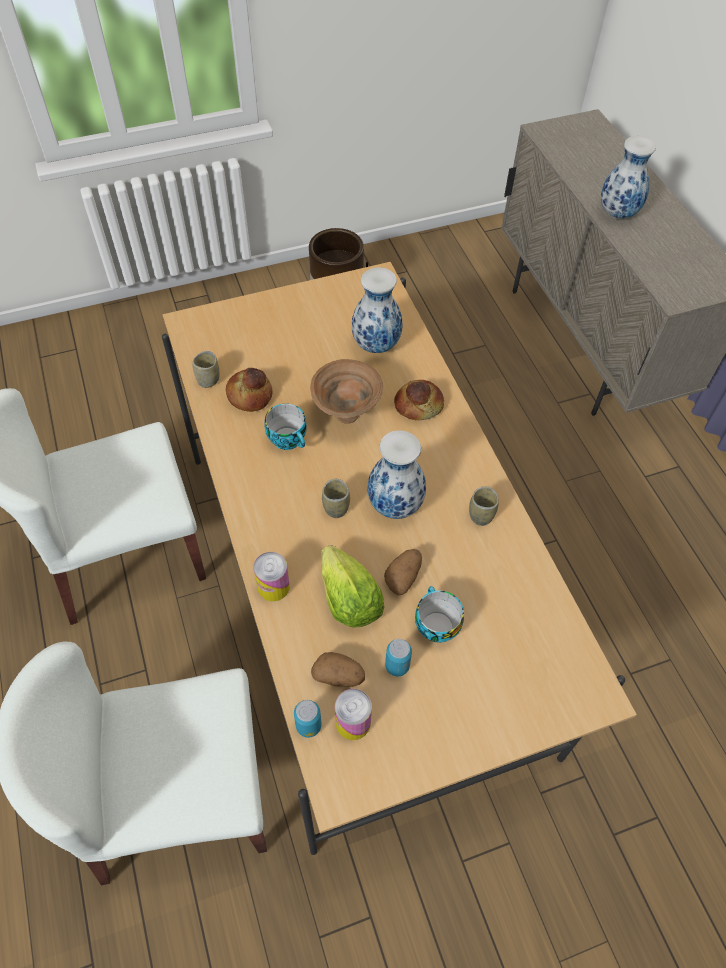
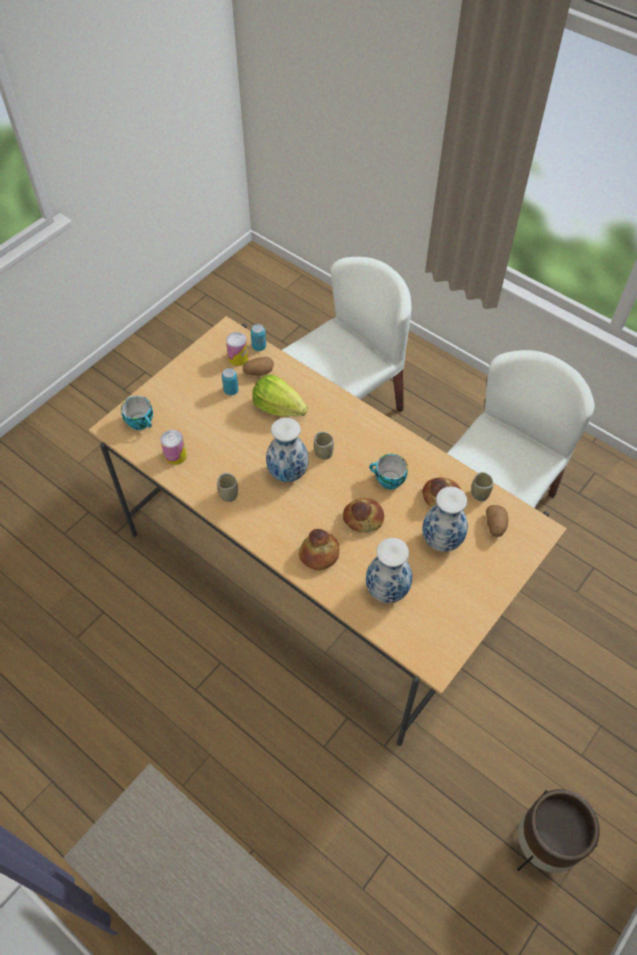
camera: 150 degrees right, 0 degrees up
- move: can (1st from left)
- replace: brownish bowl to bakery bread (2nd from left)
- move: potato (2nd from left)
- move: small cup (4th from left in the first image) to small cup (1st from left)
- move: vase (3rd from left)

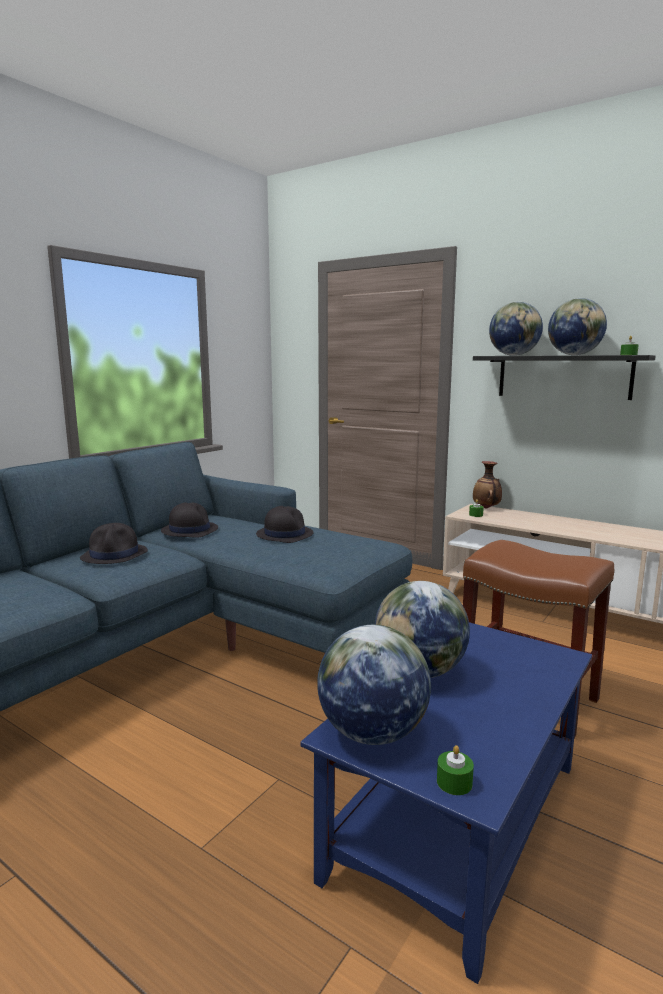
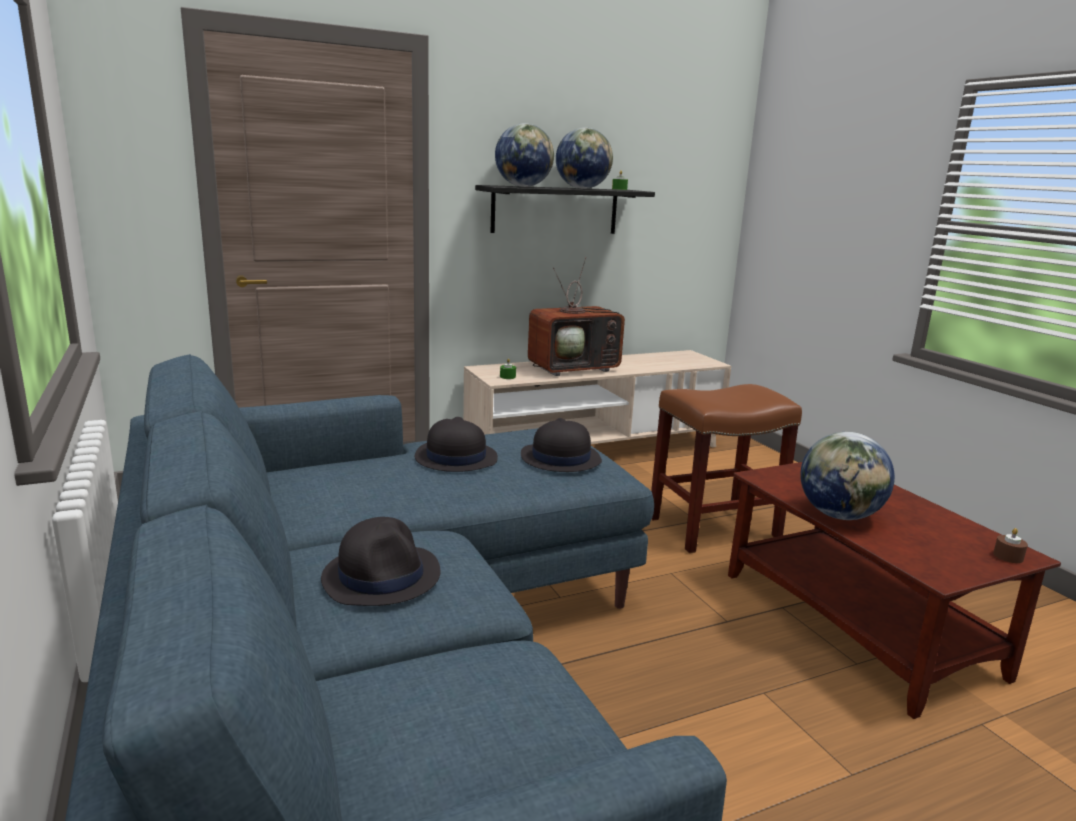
camera: 60 degrees left, 5 degrees up
- move: blackish clothing hat (2nd from left in the first image) to blackish clothing hat (3rd from left)
- recolor: bluish coffee table to brownish coffee table
- delete: globe (1st from left)
- recolor: greenish candle (1st from left) to brownish candle
- delete: vase
- insert: TV set

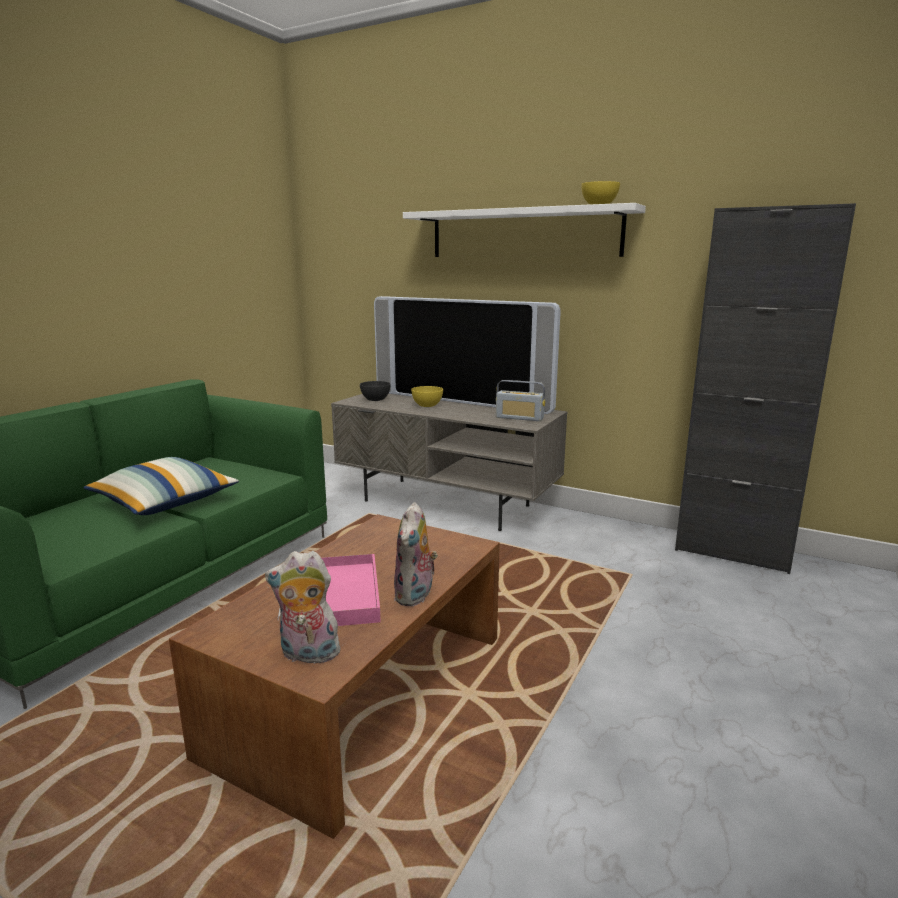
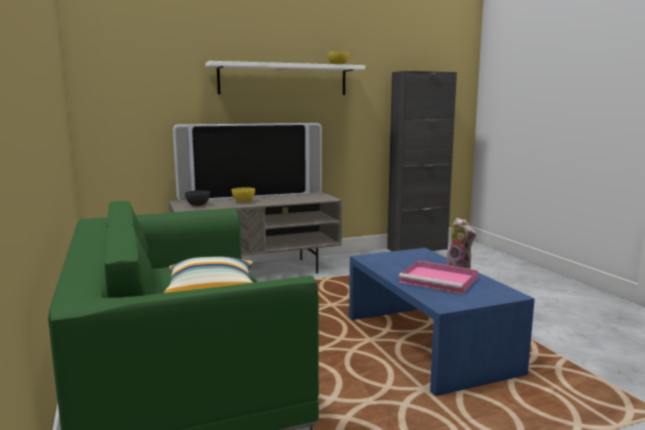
camera: 50 degrees left, 5 degrees down
- recolor: brownish coffee table to bluish coffee table
- delete: soft toy (1st from left)
- delete: radio

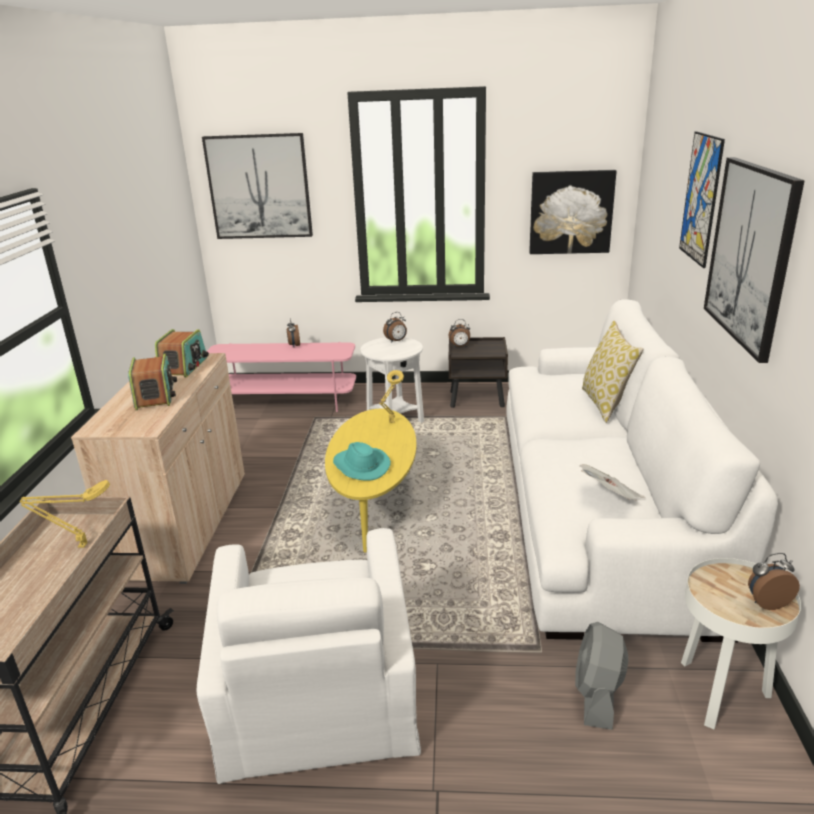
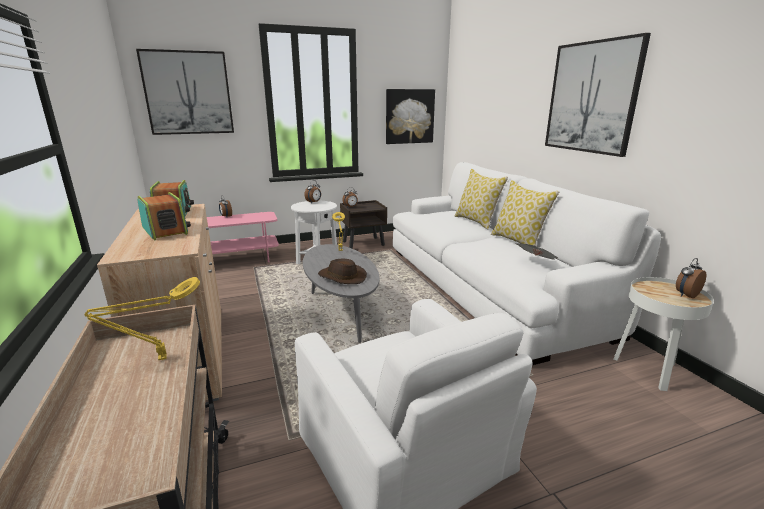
camera: 25 degrees left, 5 degrees down
- recolor: yellow-coloured coffee table to greyish coffee table
- recolor: turquoise clothing hat to brownish clothing hat
- delete: greyish fan
- delete: picture (3rd from left)
- insert: cushion (2nd from left)

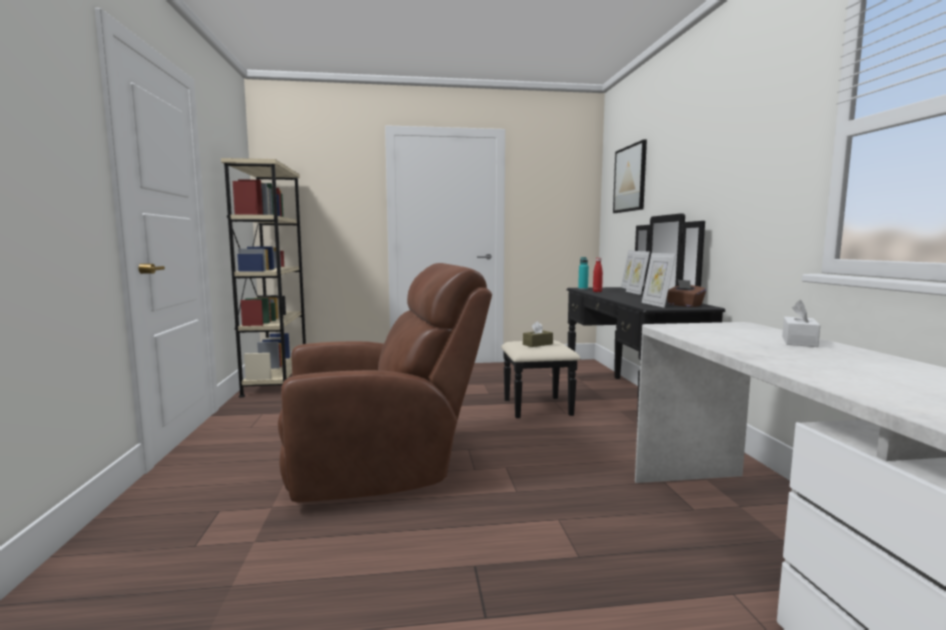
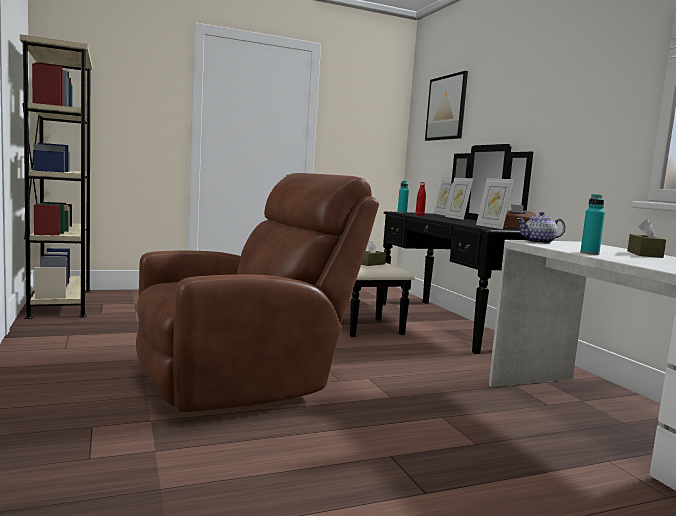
camera: 15 degrees left, 0 degrees up
- recolor: whitish tissue box to brownish tissue box (3rd from left)
- insert: teapot
- insert: turquoise bottle (2nd from left)

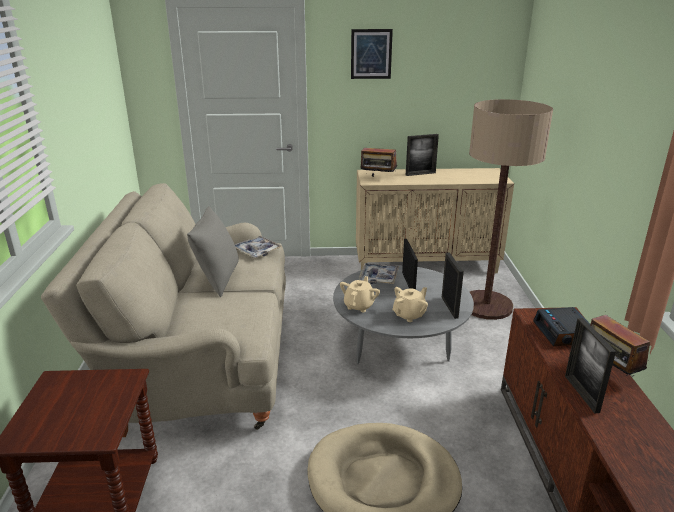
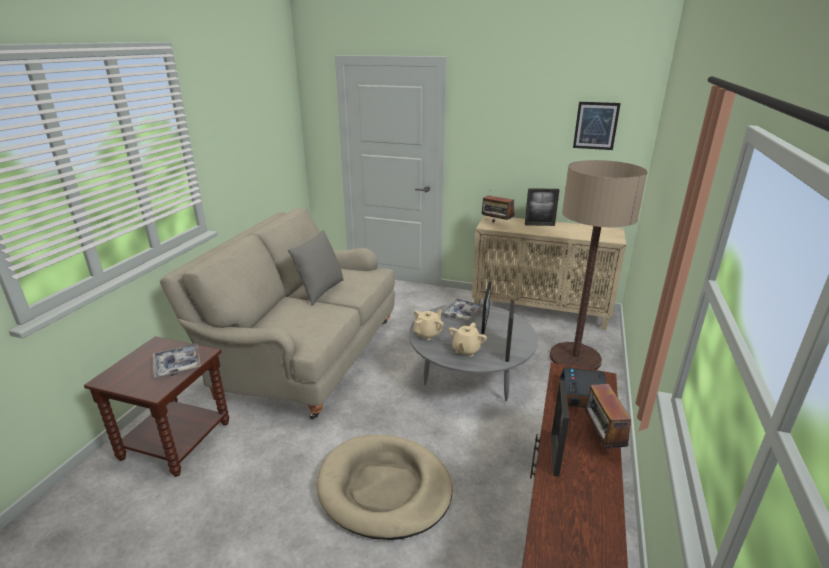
camera: 20 degrees right, 0 degrees up
- move: carrying tray (1st from left)
- move: picture
- rotate: beige teapot (2nd from left) 135 degrees clockwise

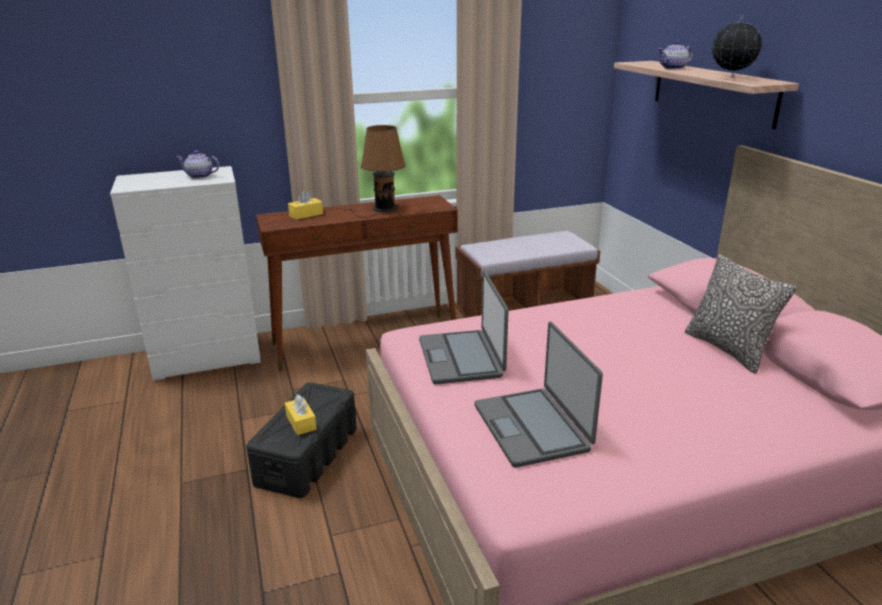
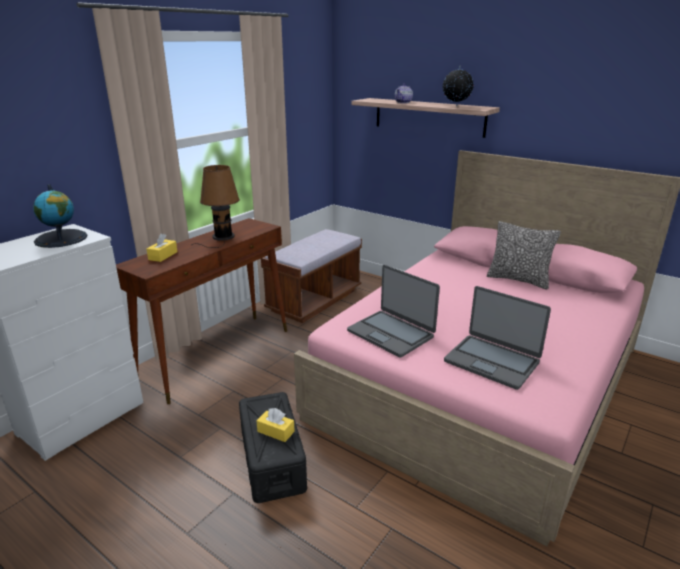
camera: 35 degrees left, 0 degrees up
- replace: teapot (1st from left) to globe (1st from left)

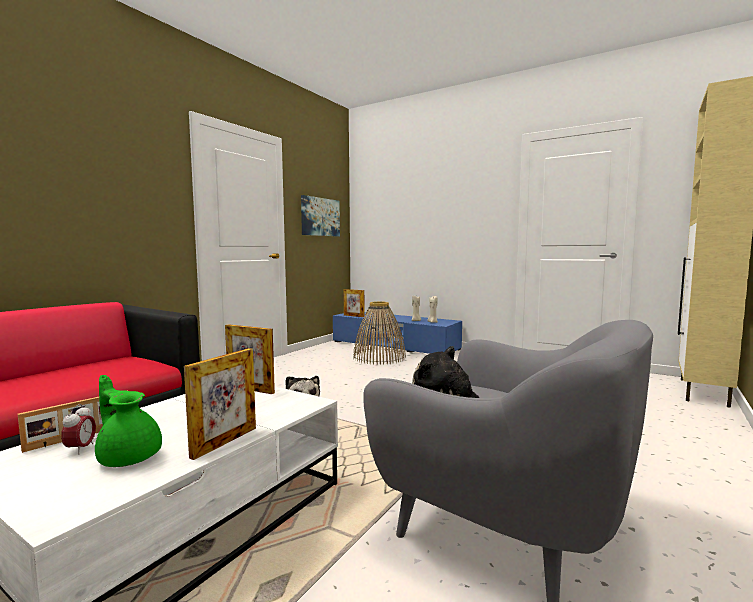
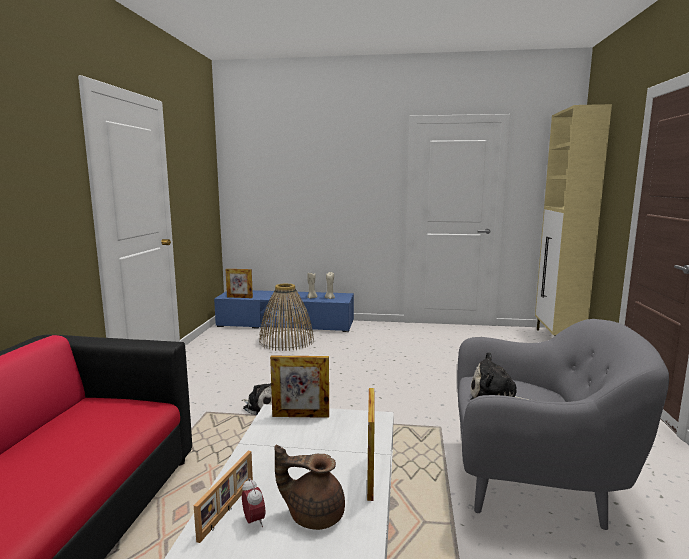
camera: 25 degrees left, 5 degrees up
- recolor: greenish teapot to brownish teapot
- delete: picture

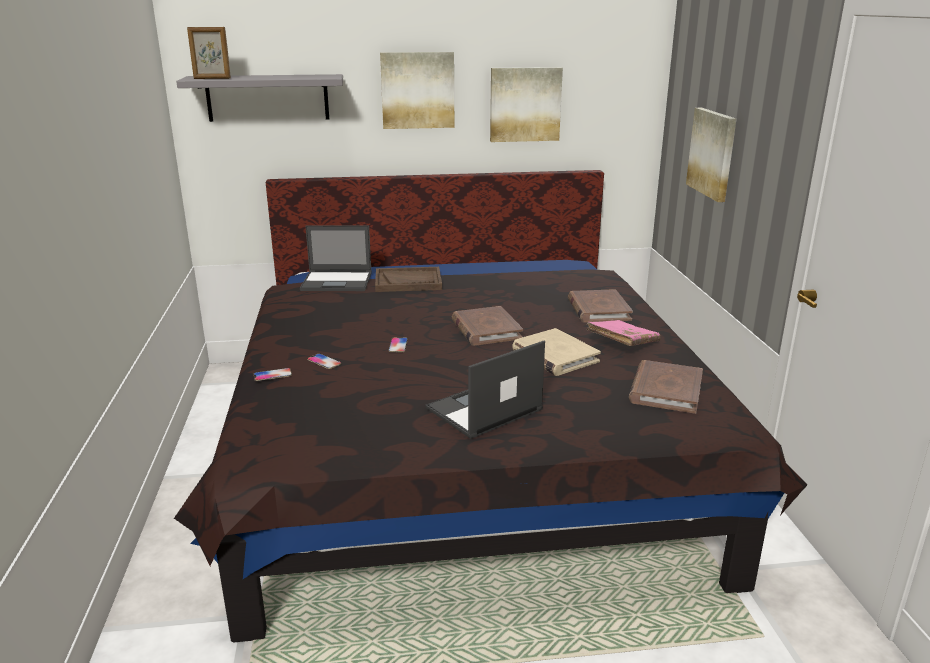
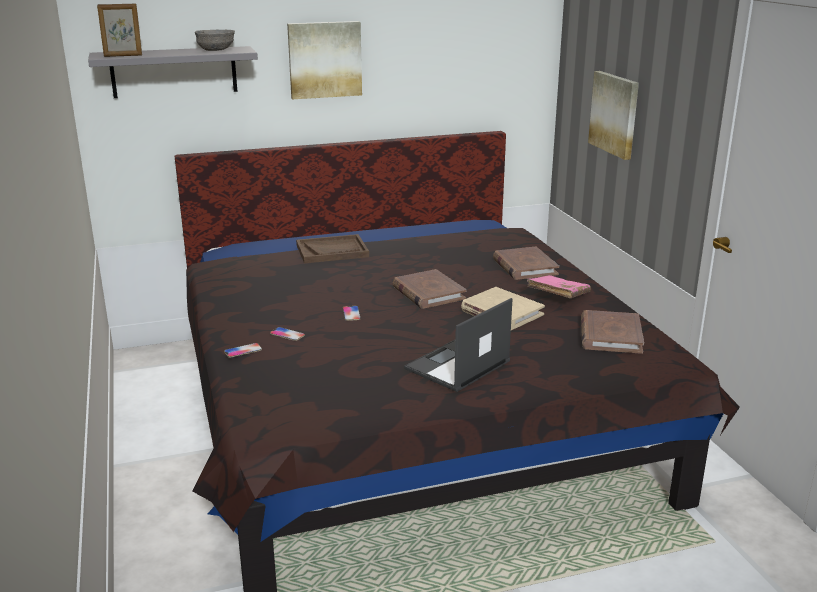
camera: 10 degrees left, 0 degrees up
- delete: laptop (1st from left)
- delete: picture (2nd from left)
- insert: greyish bowl

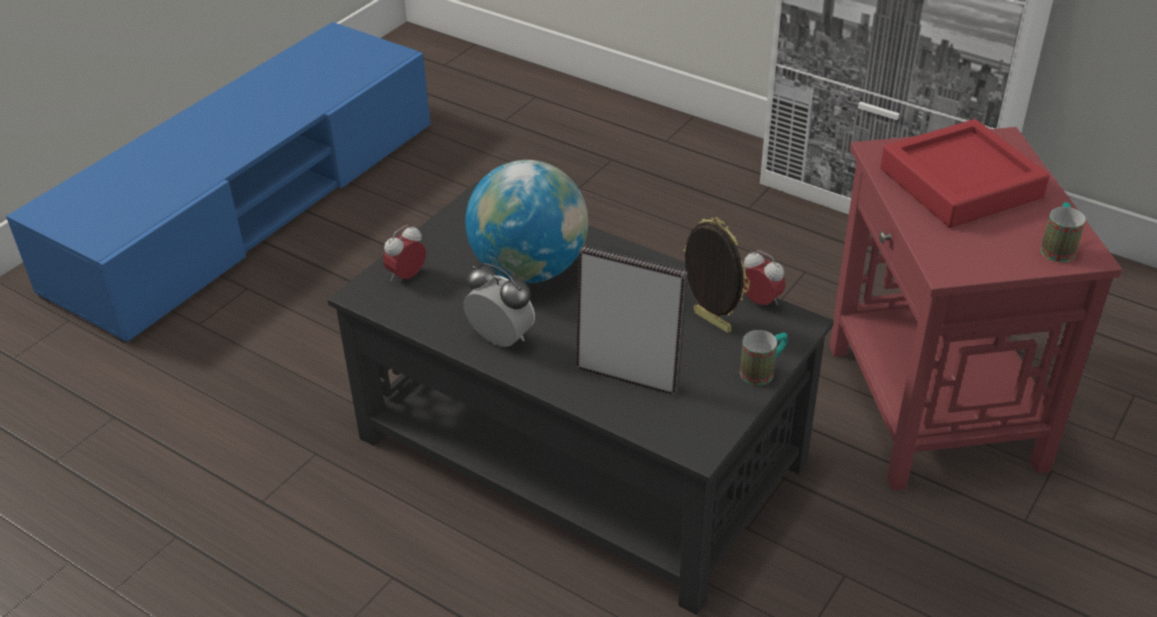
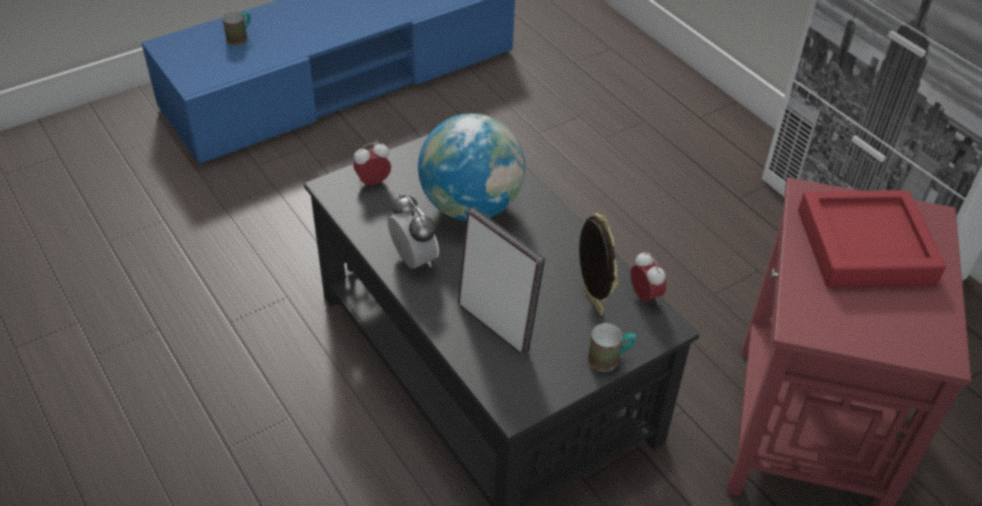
camera: 20 degrees right, 5 degrees up
- move: mug (2nd from left in the first image) to mug (1st from left)

